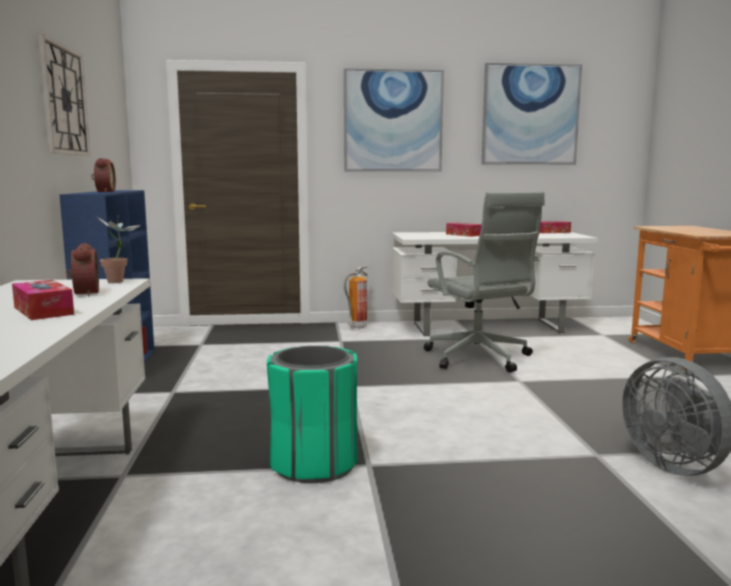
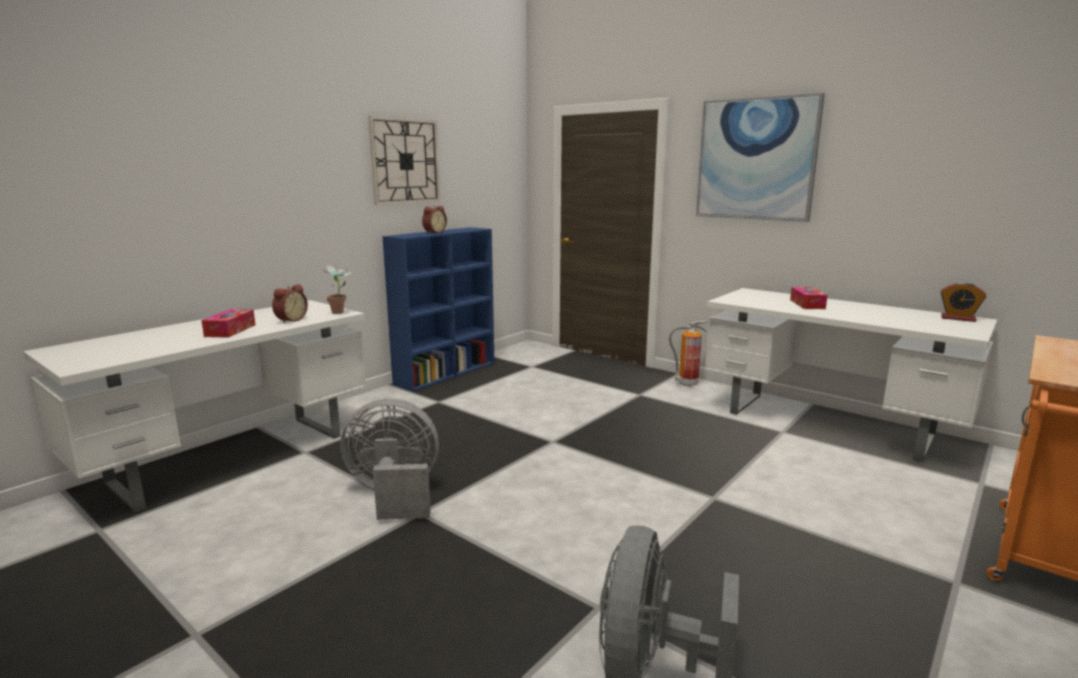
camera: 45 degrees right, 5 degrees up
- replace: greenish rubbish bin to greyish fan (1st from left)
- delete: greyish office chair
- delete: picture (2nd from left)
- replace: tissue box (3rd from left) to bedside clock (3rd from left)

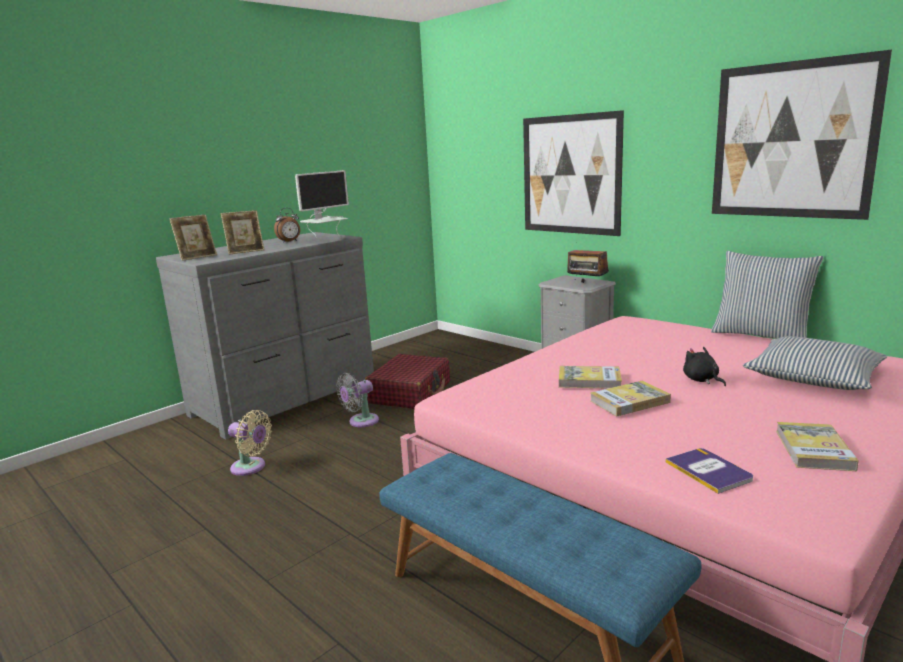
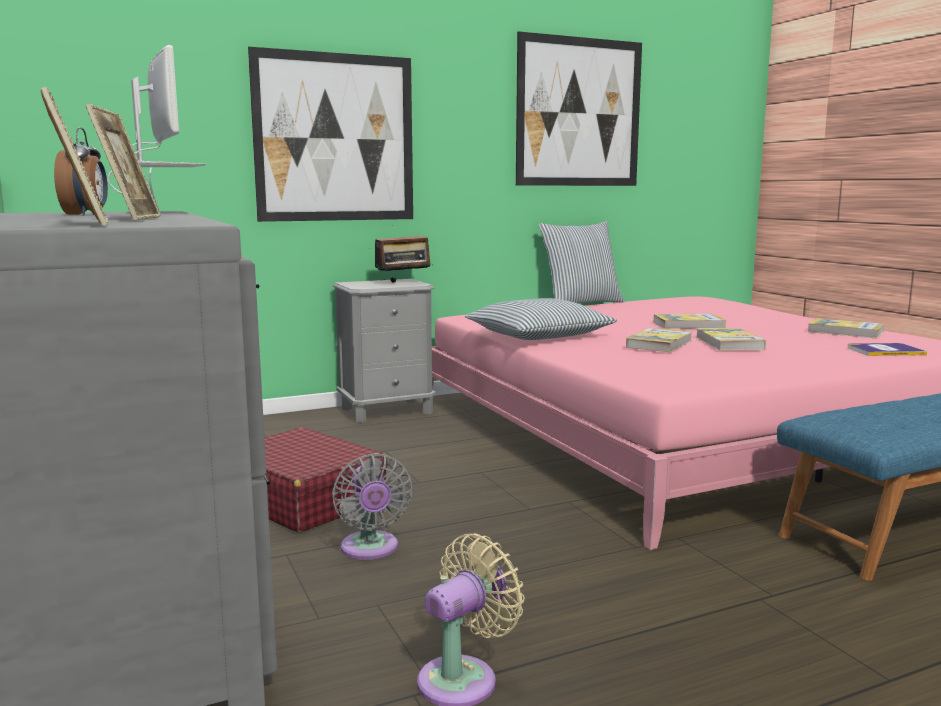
camera: 70 degrees left, 5 degrees down
- replace: blackish soft toy to volume (2nd from left)
- move: cushion (2nd from left in the first image) to cushion (1st from left)

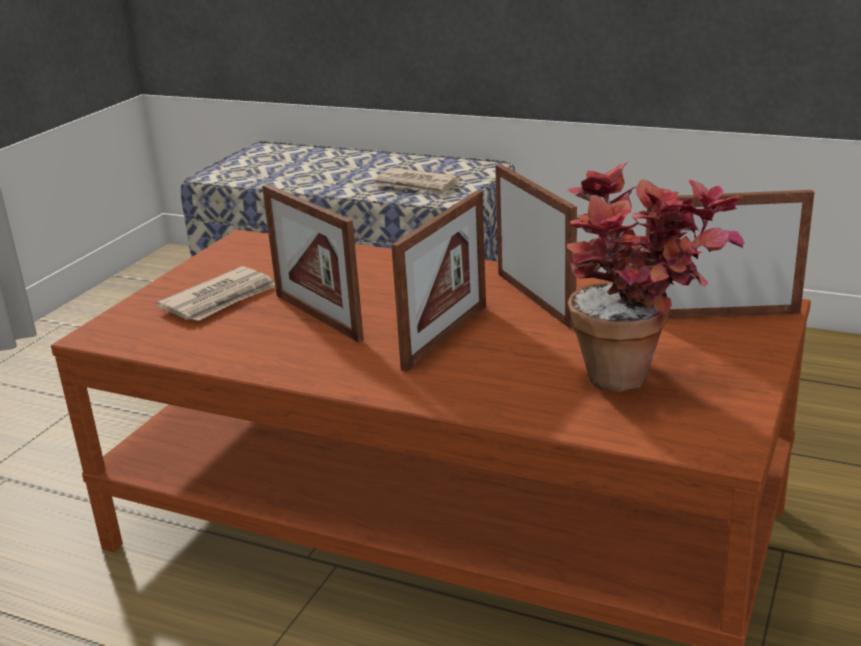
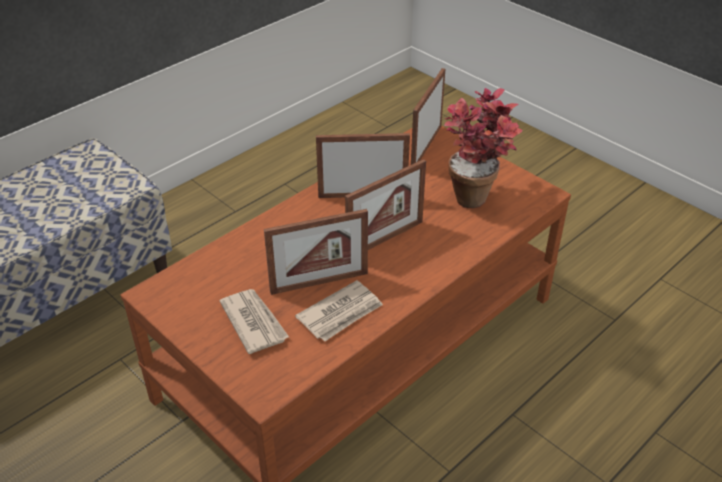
camera: 70 degrees left, 15 degrees up
- move: printed paper (2nd from left)
- rotate: photo frame (2nd from left in the first image) 90 degrees clockwise

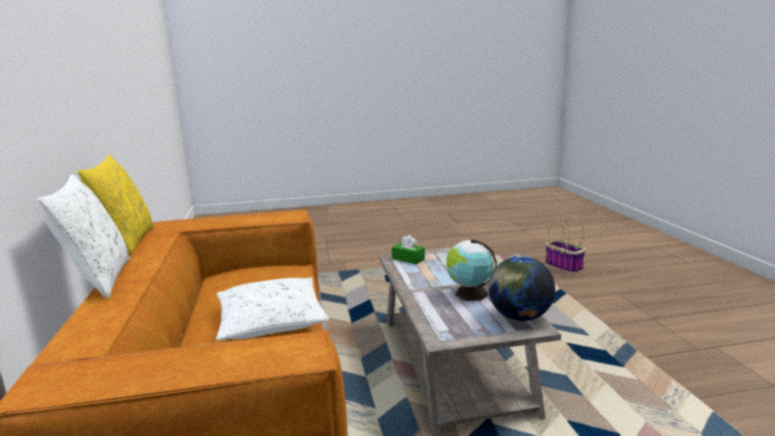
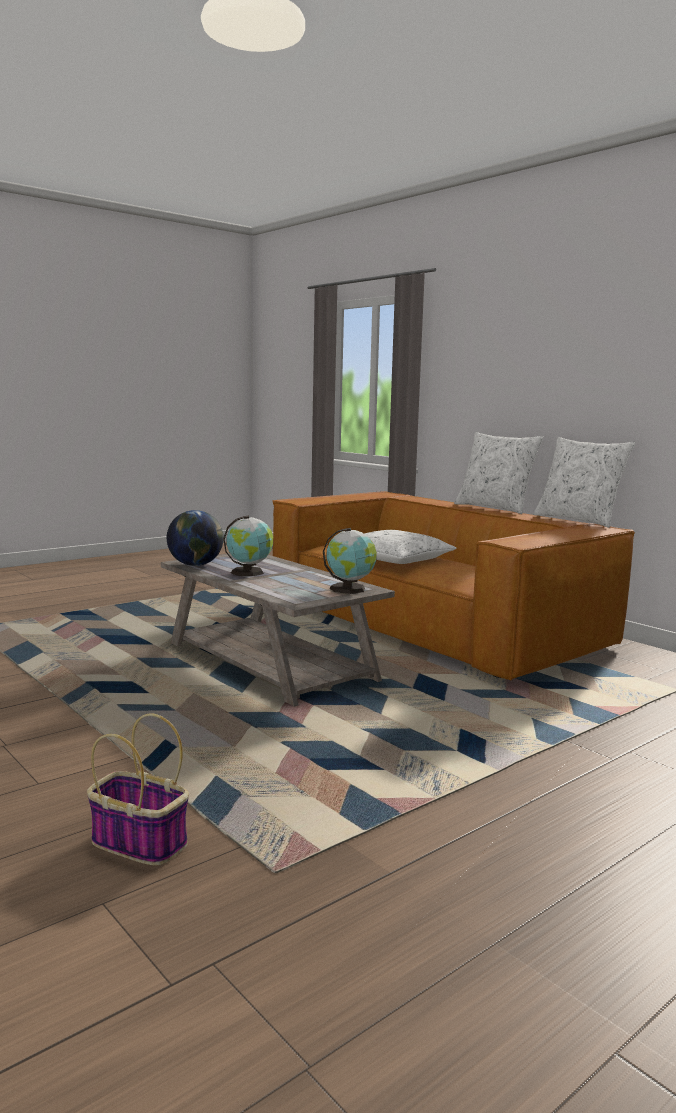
camera: 150 degrees right, 5 degrees down
- recolor: yellow-coloured cushion to whitish cushion (3rd from left)
- replace: greenish tissue box to globe (3rd from left)

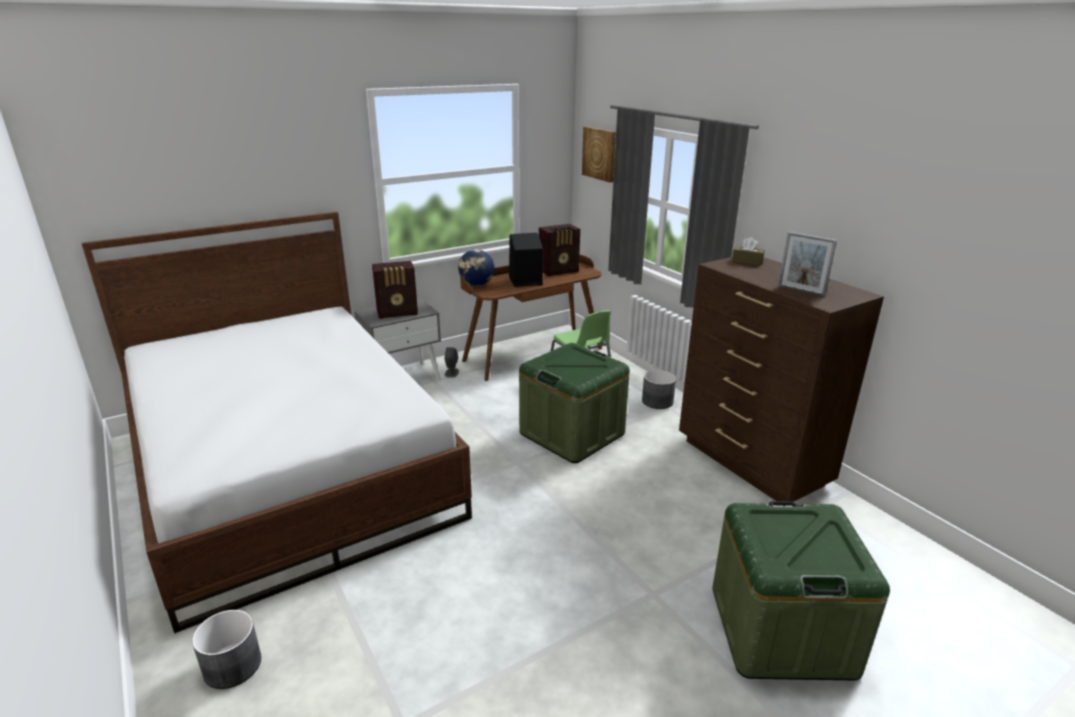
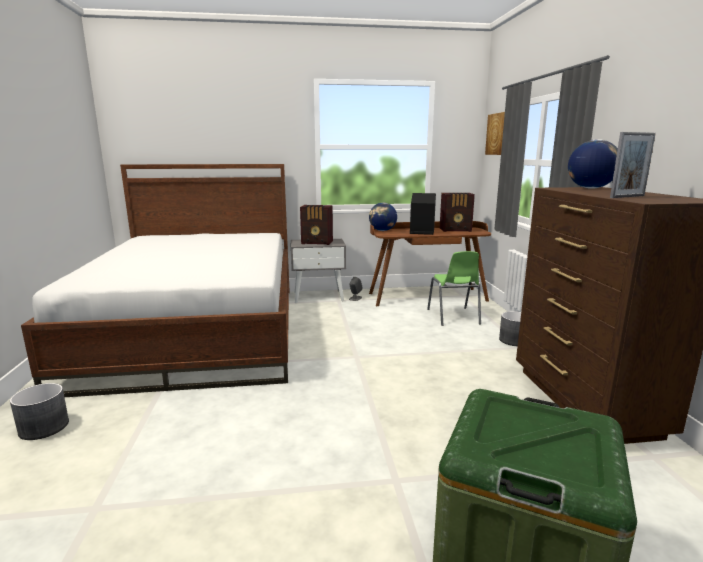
camera: 25 degrees right, 10 degrees down
- delete: greenish storage container (1st from left)
- replace: brownish tissue box to globe (2nd from left)
- rotate: photo frame 90 degrees counterclockwise

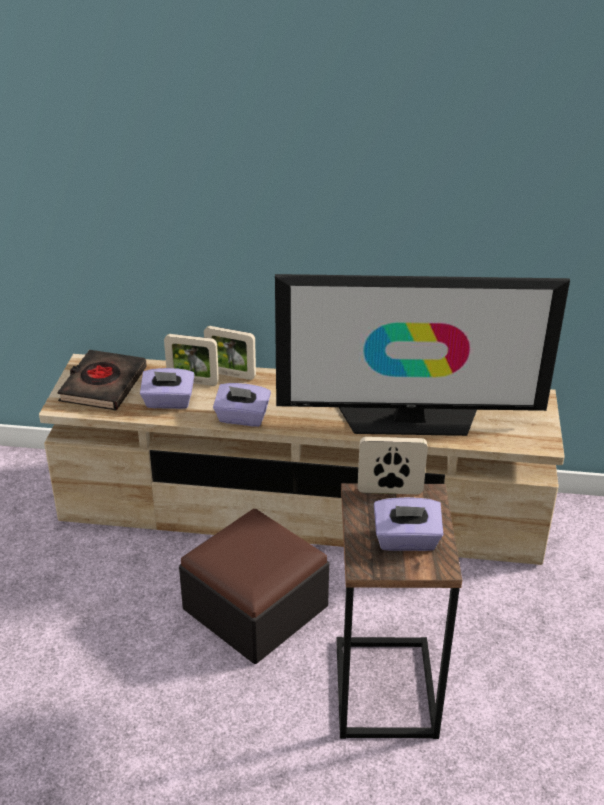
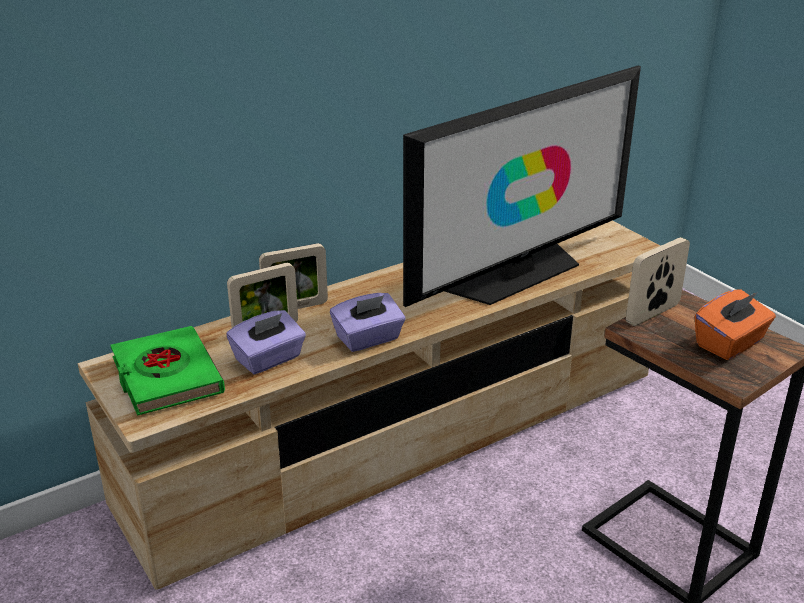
camera: 40 degrees left, 5 degrees down
- recolor: blackish volume to greenish volume
- delete: footrest
- recolor: purplish tissue box (3rd from left) to orange tissue box

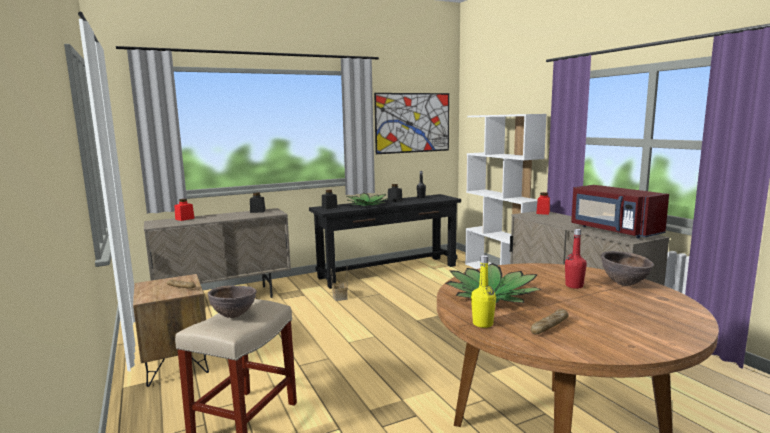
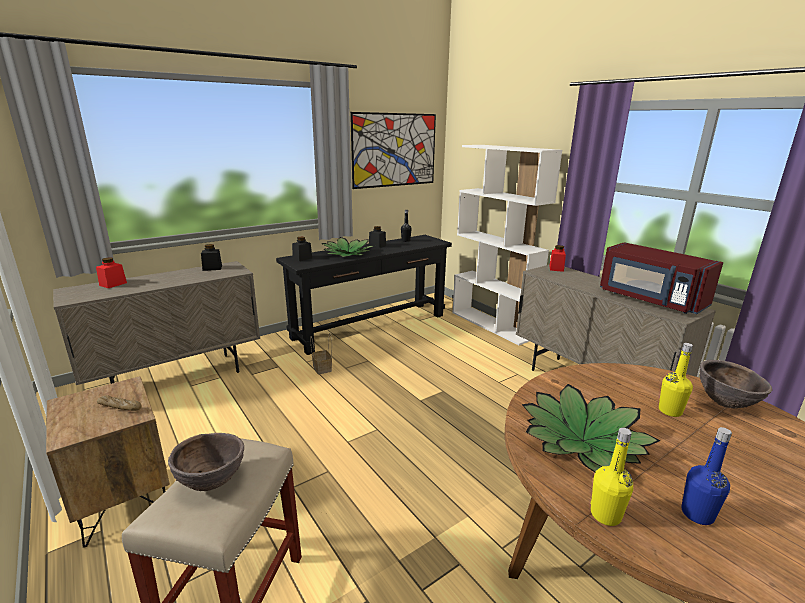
camera: 10 degrees left, 10 degrees up
- replace: bakery bread (2nd from left) to bluish bottle
- recolor: reddish bottle to yellow-coloured bottle (2nd from left)

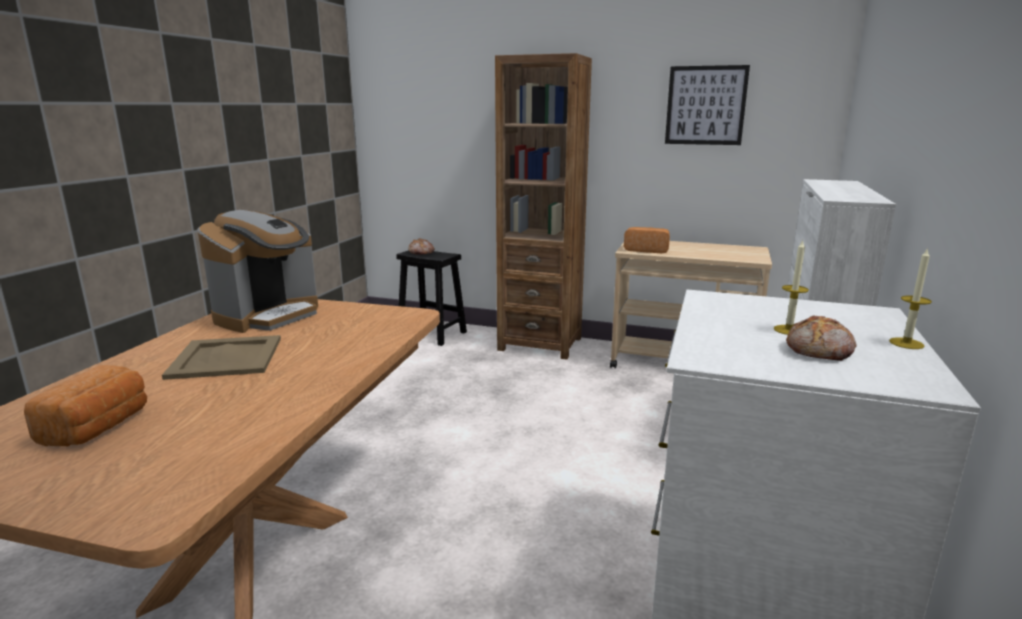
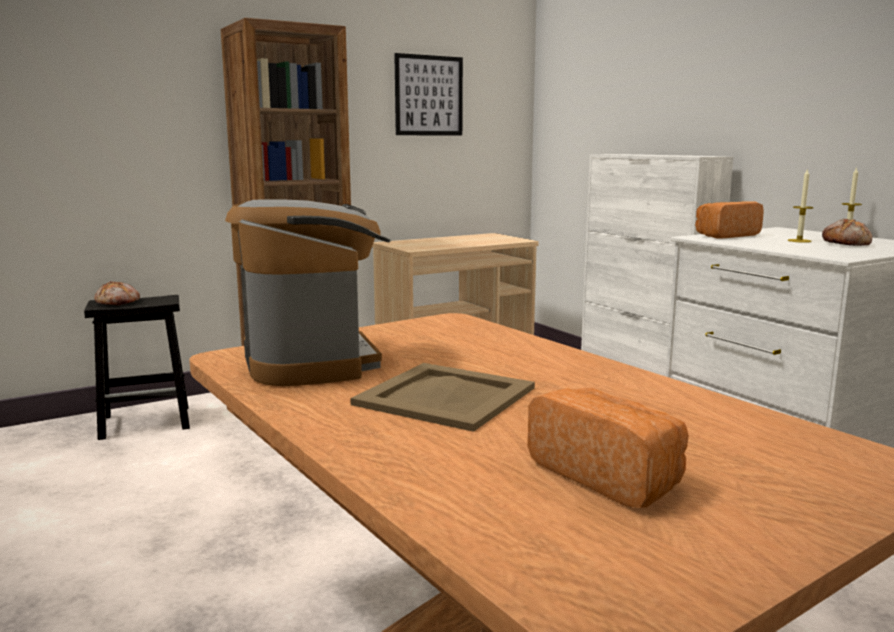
camera: 50 degrees left, 5 degrees down
- move: bakery bread (3rd from left)

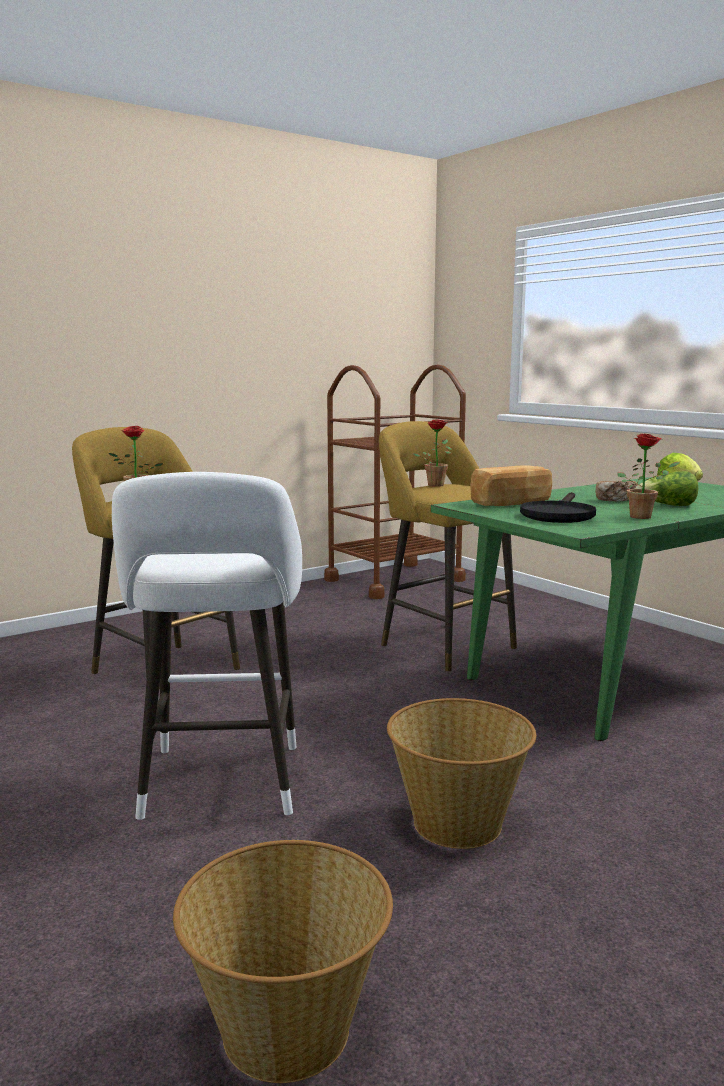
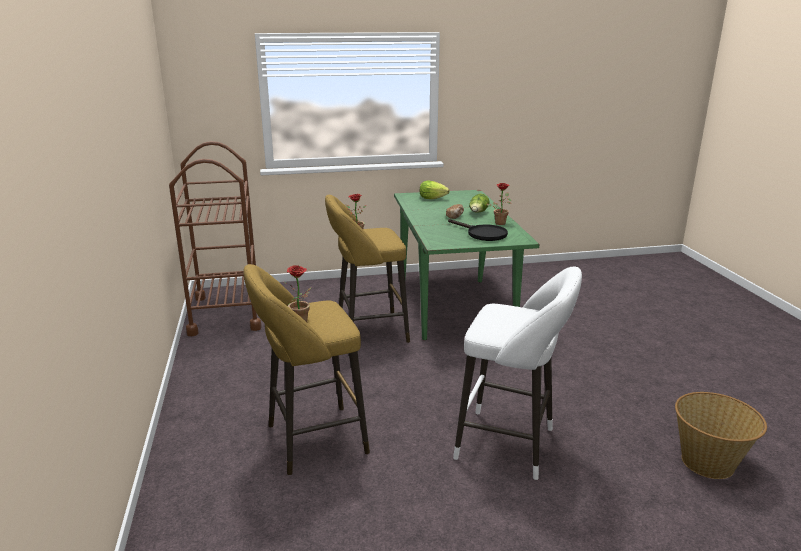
camera: 65 degrees left, 10 degrees up
- delete: household basket (2nd from left)
- delete: bakery bread (1st from left)

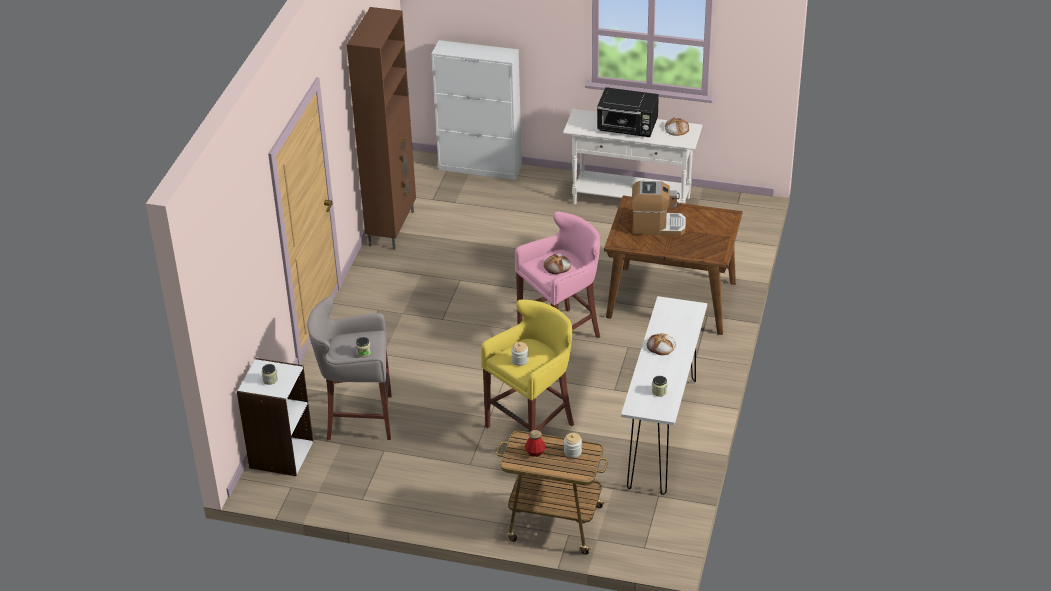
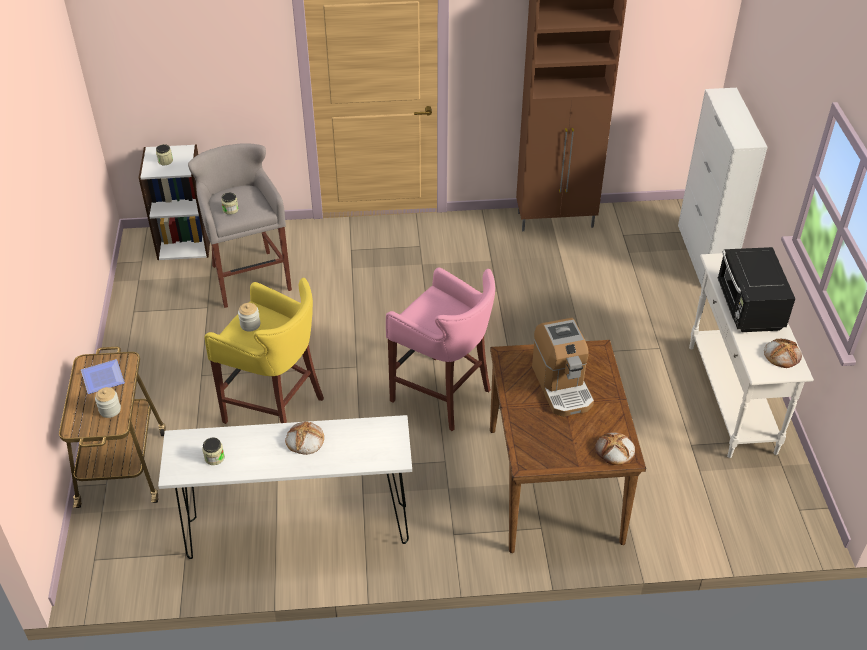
camera: 70 degrees right, 5 degrees up
- replace: bottle to flat dish
- move: bakery bread (1st from left in the first image) to bakery bread (2nd from left)

